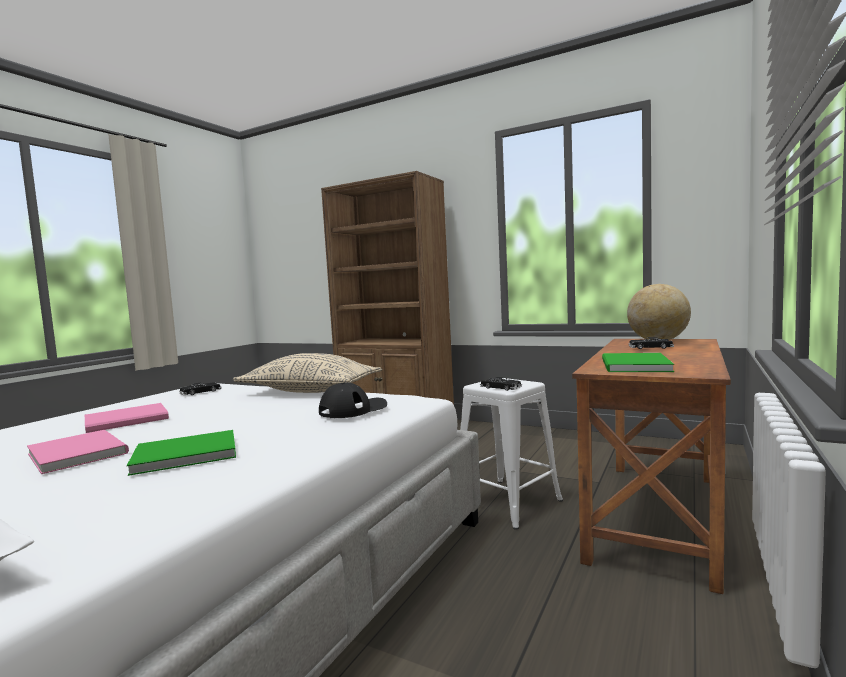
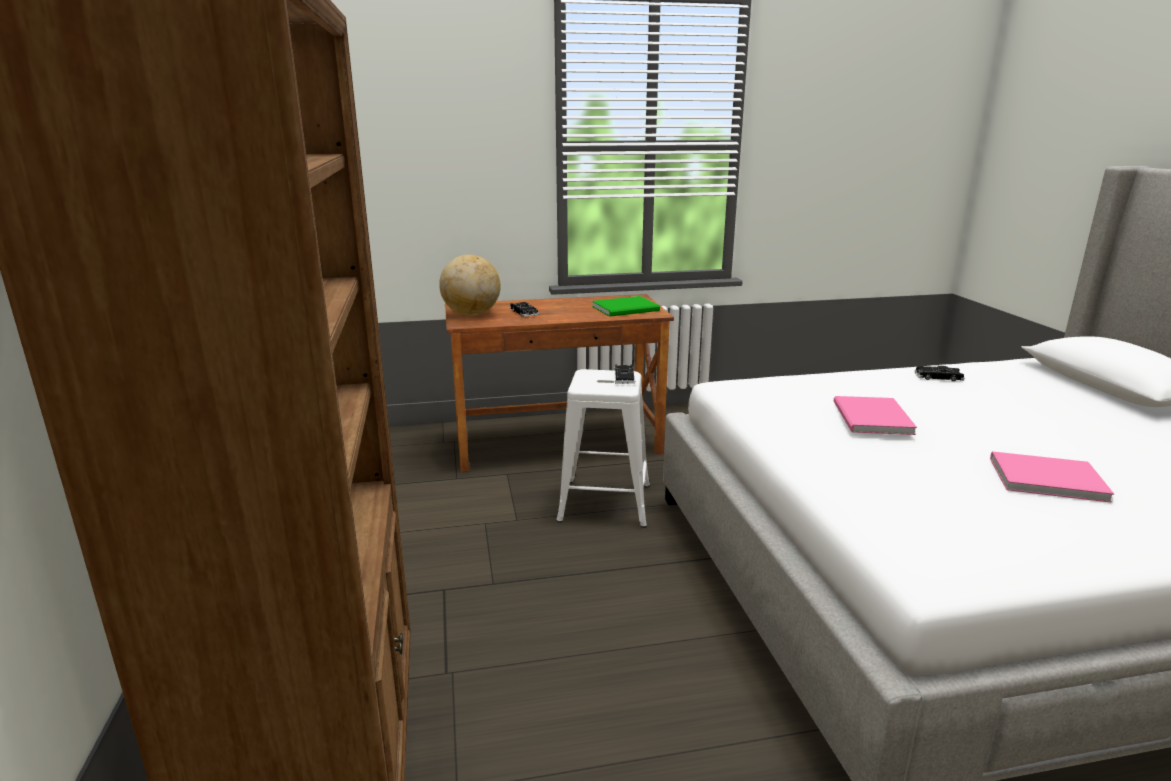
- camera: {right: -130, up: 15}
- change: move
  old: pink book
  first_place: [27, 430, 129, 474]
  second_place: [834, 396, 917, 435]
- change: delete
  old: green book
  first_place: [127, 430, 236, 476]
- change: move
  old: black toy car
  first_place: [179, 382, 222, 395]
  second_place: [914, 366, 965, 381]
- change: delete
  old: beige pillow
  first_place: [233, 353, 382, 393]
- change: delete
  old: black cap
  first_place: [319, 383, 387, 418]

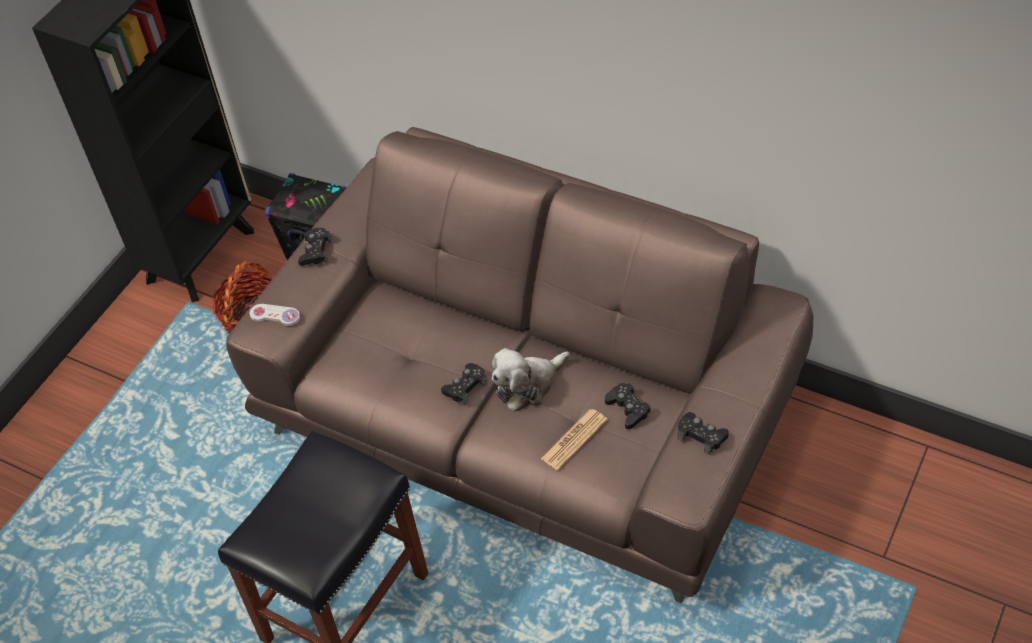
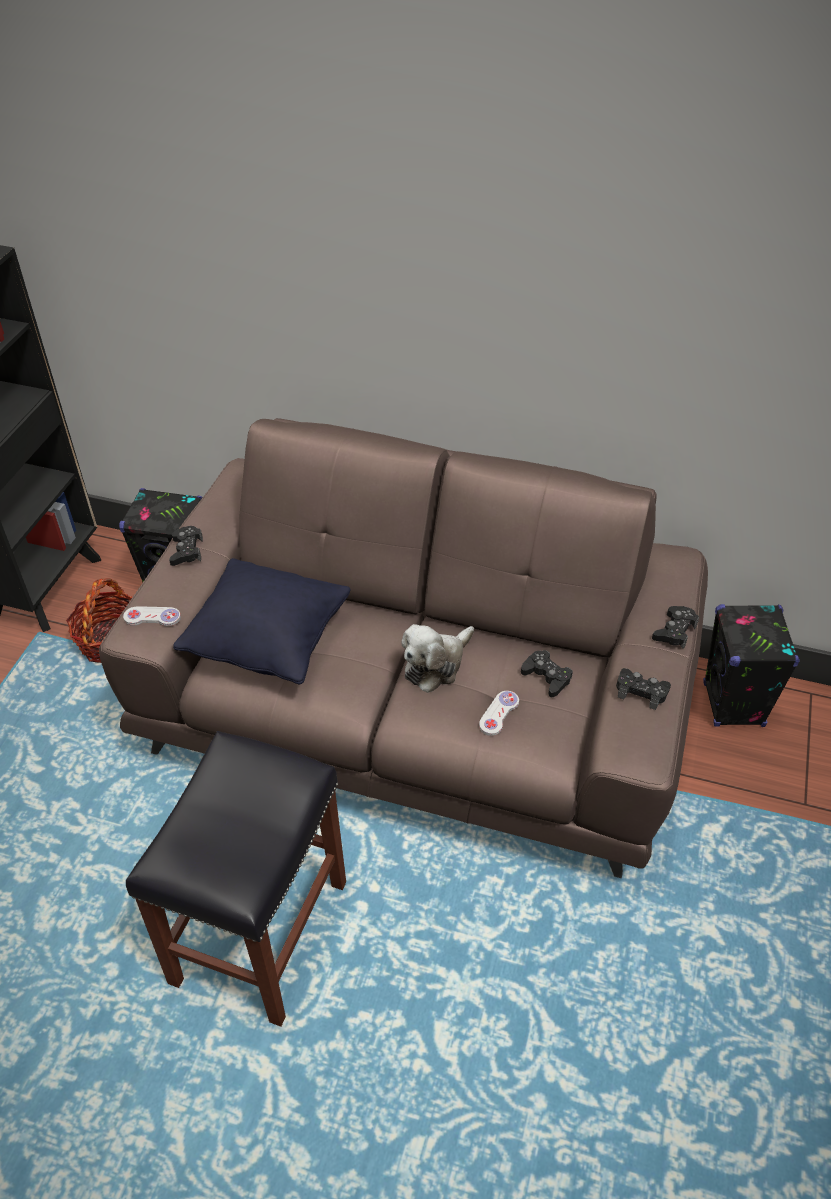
- camera: {right: -15, up: -5}
- change: move
  old: black game controller
  first_place: [441, 363, 488, 405]
  second_place: [652, 606, 699, 649]
- change: replace
  old: newspaper
  new: white game controller
  first_place: [541, 409, 608, 470]
  second_place: [479, 691, 519, 736]
- change: insert
  new: black pillow
  second_place: [173, 558, 351, 684]
- change: insert
  new: black speaker
  second_place: [703, 604, 800, 727]

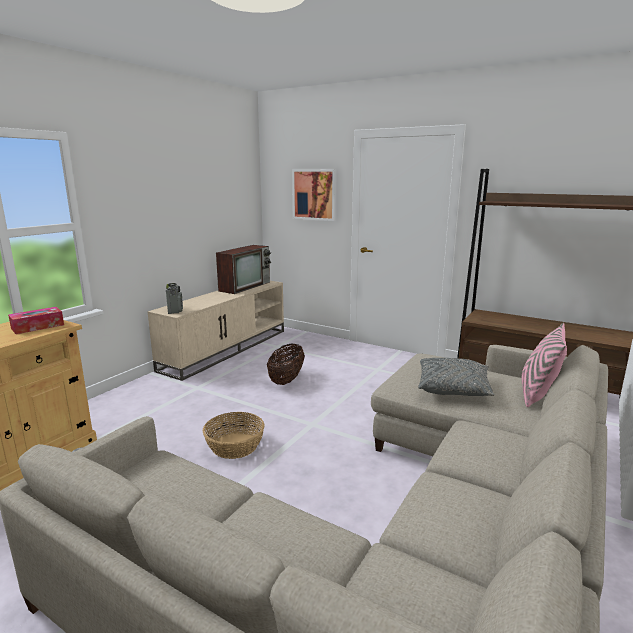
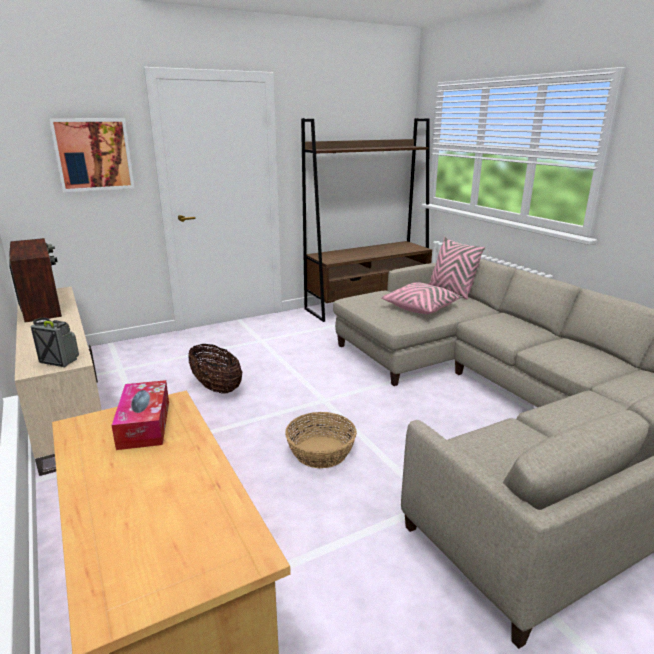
- camera: {right: -60, up: 5}
- change: recolor
  old: grey pillow
  new: pink pillow
  first_place: [418, 358, 495, 396]
  second_place: [381, 282, 463, 314]

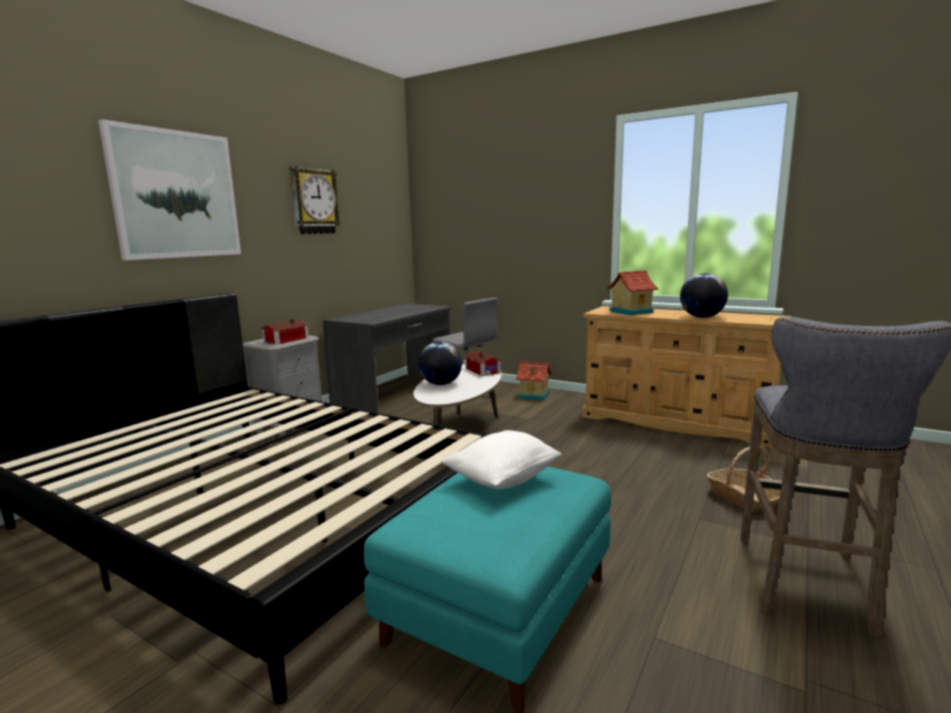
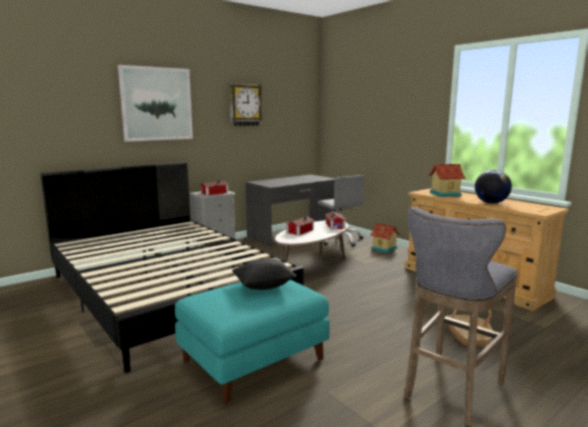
- camera: {right: 20, up: 0}
- change: replace
  old: globe
  new: toy house
  first_place: [418, 342, 462, 385]
  second_place: [286, 217, 315, 235]
- change: recolor
  old: white pillow
  new: black pillow
  first_place: [441, 430, 562, 489]
  second_place: [232, 258, 296, 290]

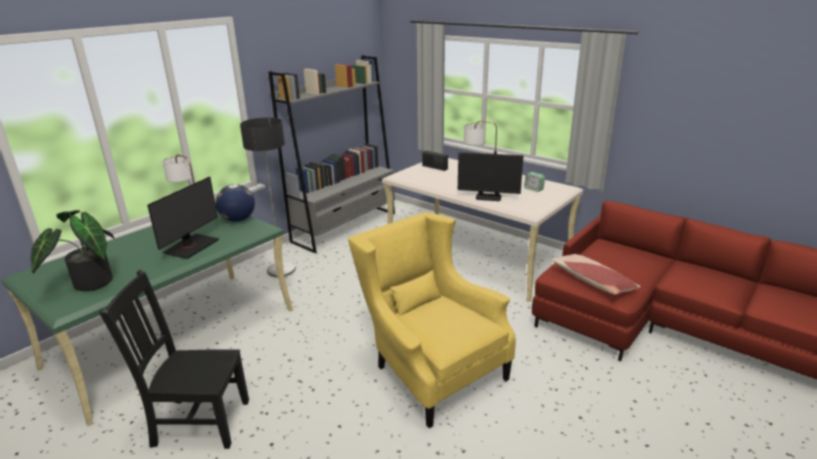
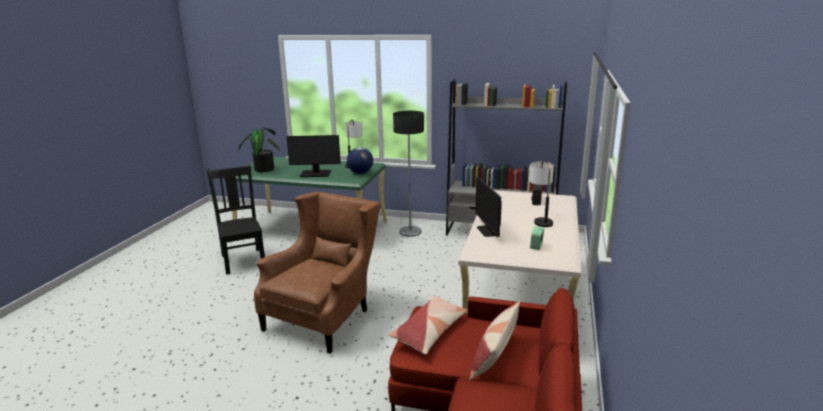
- camera: {right: 65, up: -5}
- change: recolor
  old: yellow armchair
  new: brown armchair
  first_place: [348, 212, 515, 429]
  second_place: [254, 192, 380, 354]
- change: insert
  new: pillow
  second_place: [469, 301, 520, 380]

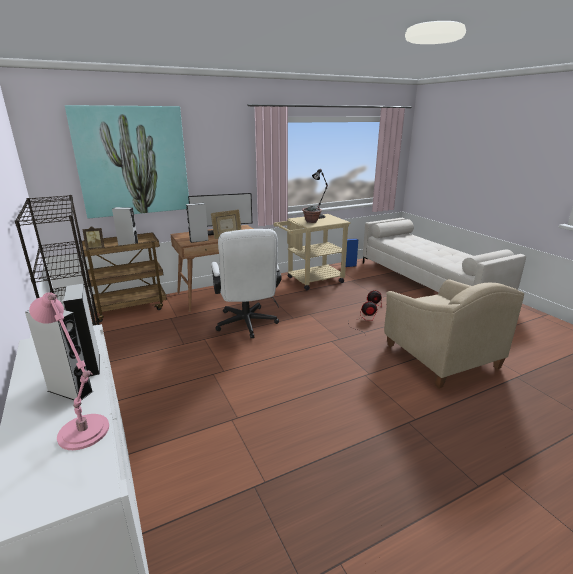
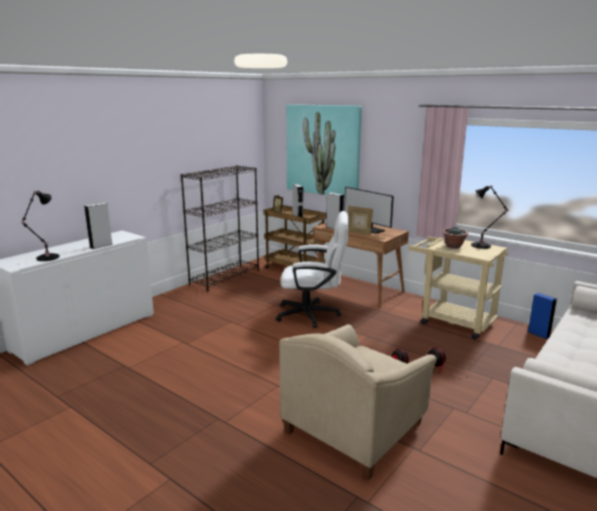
- camera: {right: 65, up: -5}
- change: delete
  old: grey speaker
  first_place: [25, 310, 93, 400]
- change: recolor
  old: pink table lamp
  new: black table lamp
  first_place: [29, 292, 109, 450]
  second_place: [21, 191, 60, 261]
- change: rotate
  old: white office chair
  first_place: [211, 229, 282, 338]
  second_place: [276, 211, 349, 328]
  degrees: -135

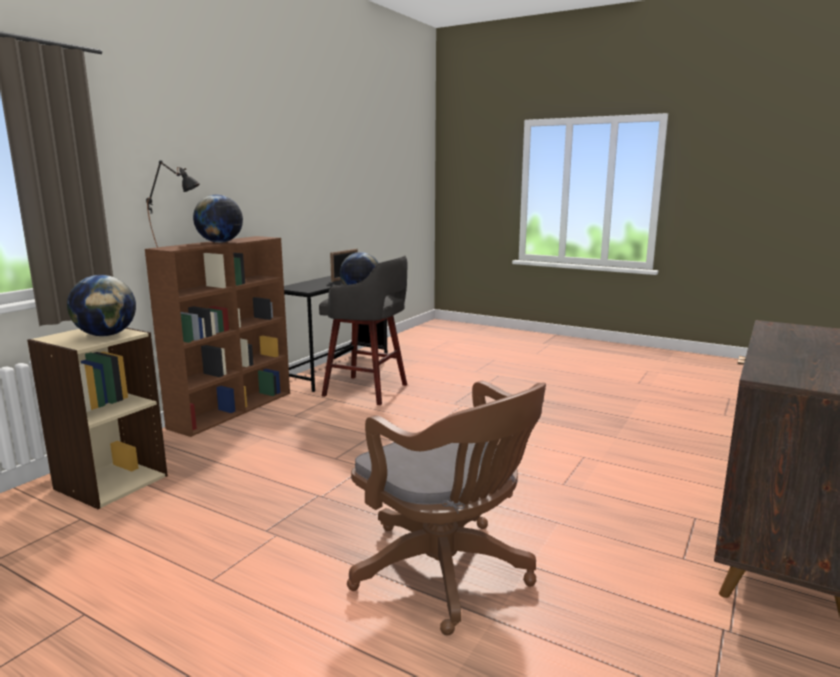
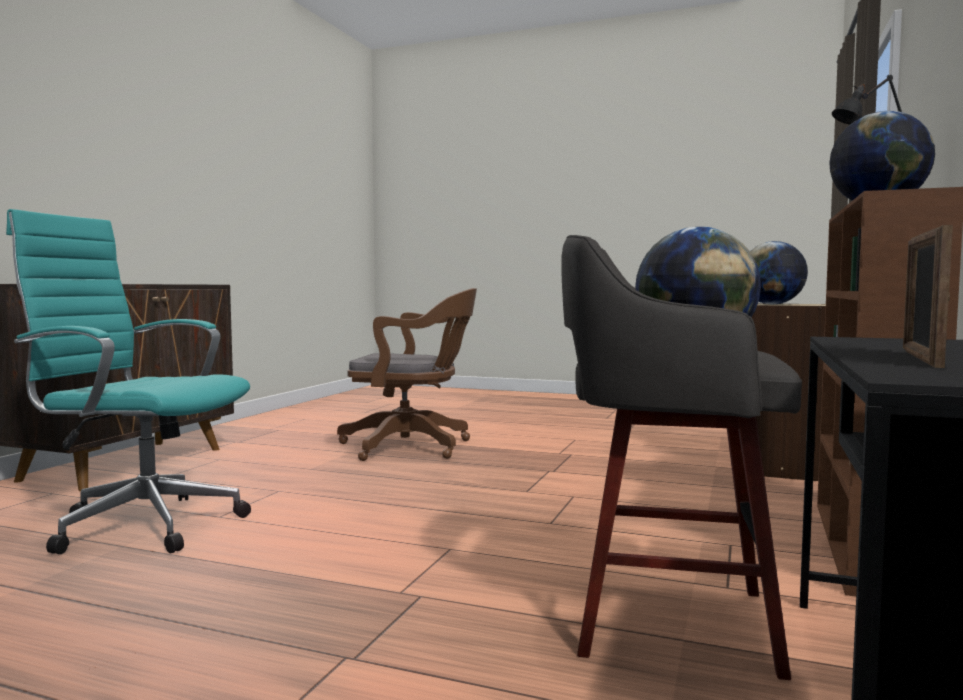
- camera: {right: 170, up: -10}
- change: rotate
  old: brown office chair
  first_place: [347, 381, 546, 635]
  second_place: [337, 288, 477, 461]
  degrees: 150
- change: insert
  new: turquoise office chair
  second_place: [6, 209, 251, 554]

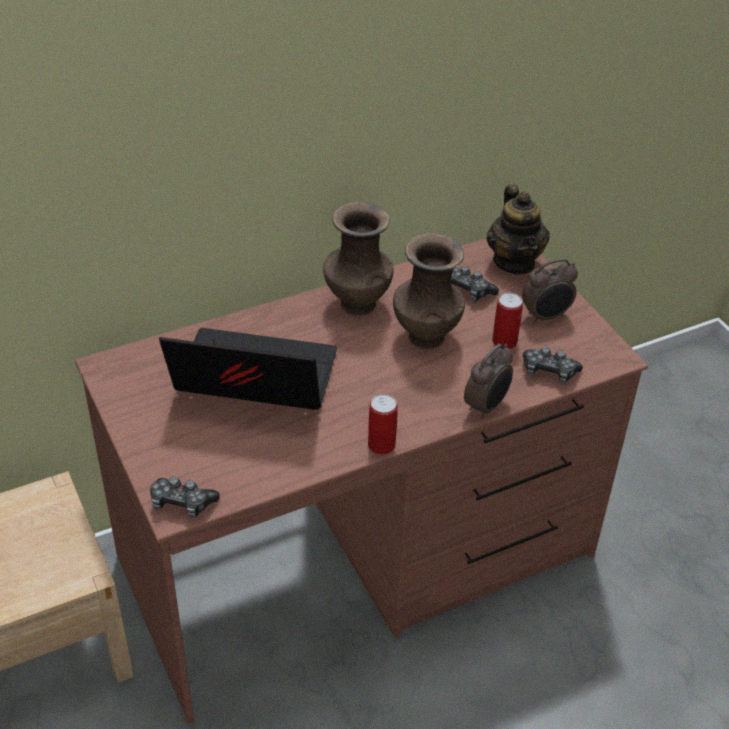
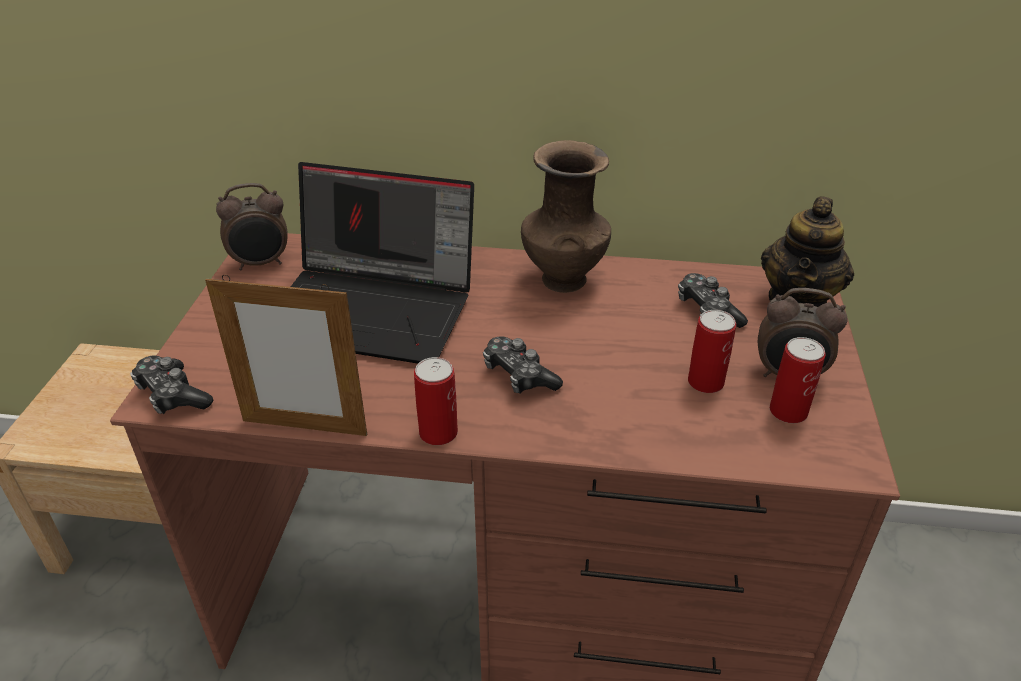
- camera: {right: 35, up: -5}
- change: rotate
  old: laptop
  first_place: [159, 328, 337, 410]
  second_place: [291, 162, 474, 363]
  degrees: 150
- change: delete
  old: brown vase
  first_place: [393, 233, 465, 349]
- change: move
  old: alarm clock
  first_place: [464, 344, 513, 419]
  second_place: [216, 183, 287, 270]
- change: move
  old: game controller
  first_place: [523, 346, 583, 383]
  second_place: [483, 336, 563, 394]
- change: insert
  new: picture frame
  second_place: [205, 275, 367, 436]
- change: insert
  new: can
  second_place: [770, 337, 826, 423]

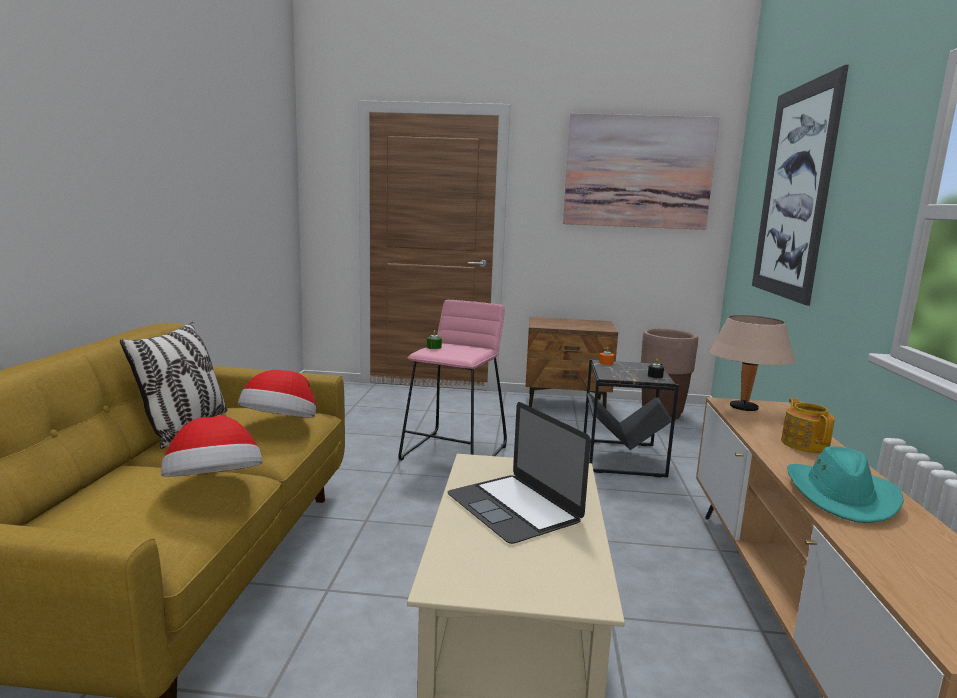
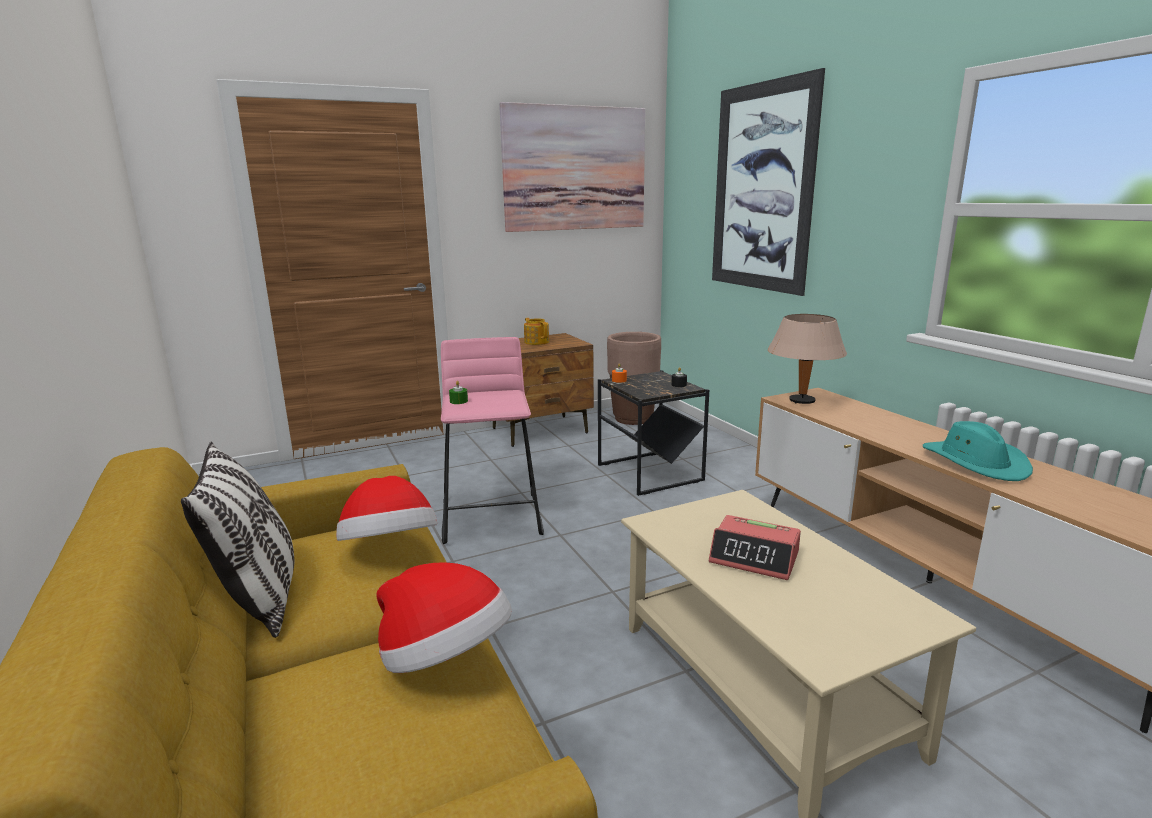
- camera: {right: -30, up: 5}
- change: replace
  old: laptop
  new: alarm clock
  first_place: [447, 402, 591, 544]
  second_place: [709, 515, 801, 580]
- change: move
  old: teapot
  first_place: [781, 398, 835, 453]
  second_place: [524, 318, 549, 345]

